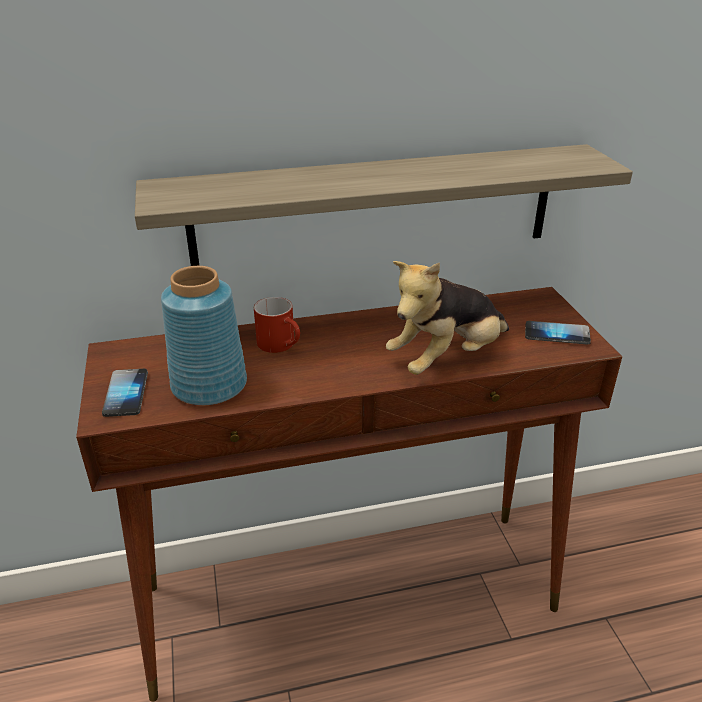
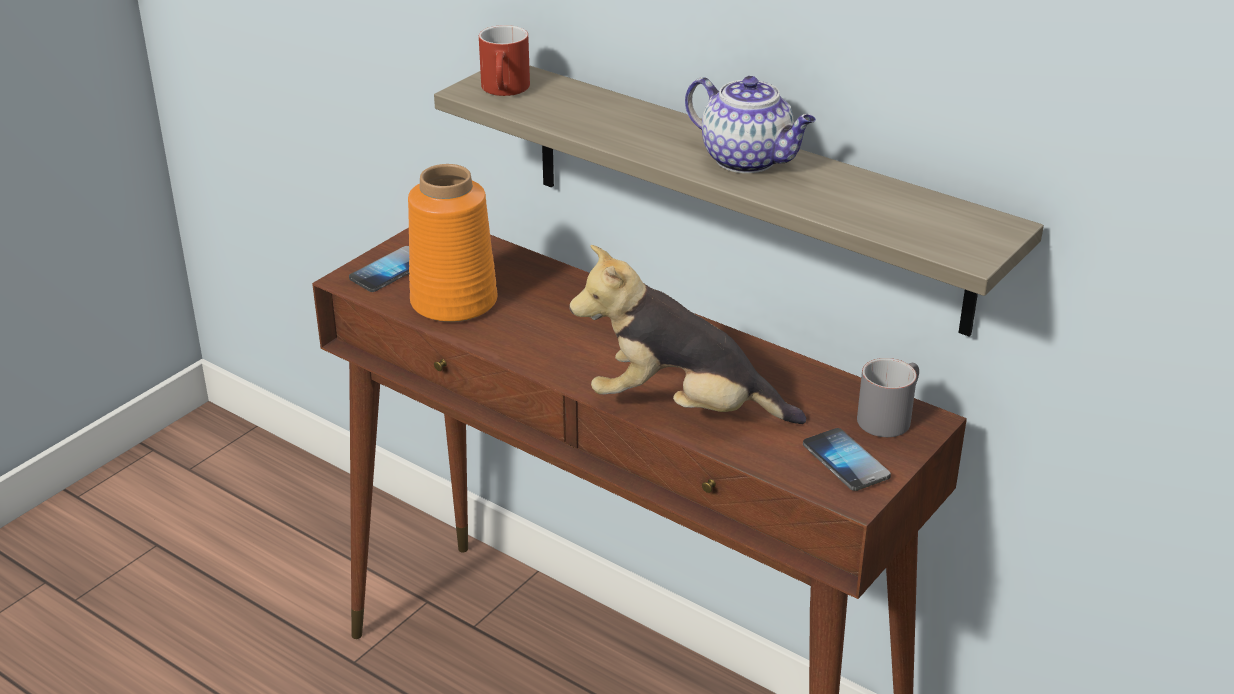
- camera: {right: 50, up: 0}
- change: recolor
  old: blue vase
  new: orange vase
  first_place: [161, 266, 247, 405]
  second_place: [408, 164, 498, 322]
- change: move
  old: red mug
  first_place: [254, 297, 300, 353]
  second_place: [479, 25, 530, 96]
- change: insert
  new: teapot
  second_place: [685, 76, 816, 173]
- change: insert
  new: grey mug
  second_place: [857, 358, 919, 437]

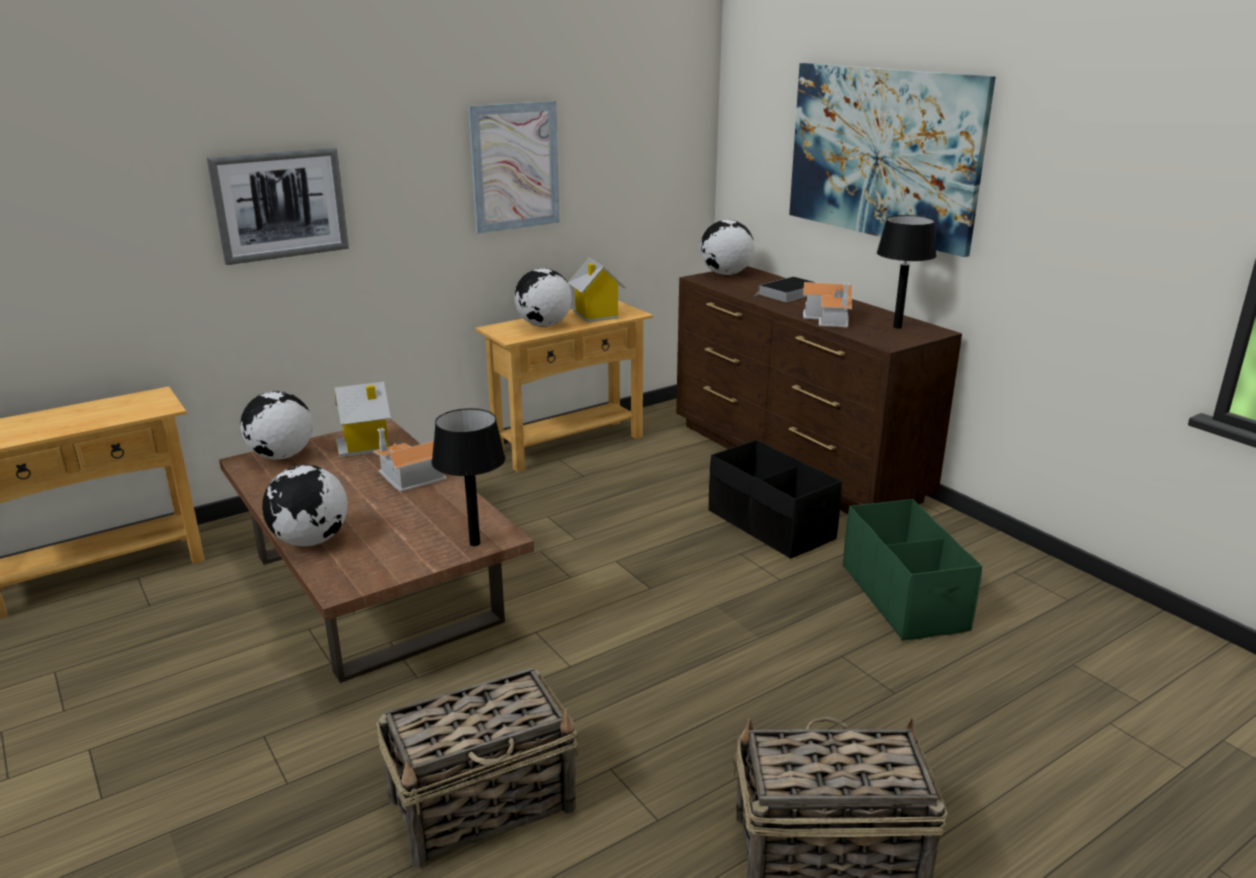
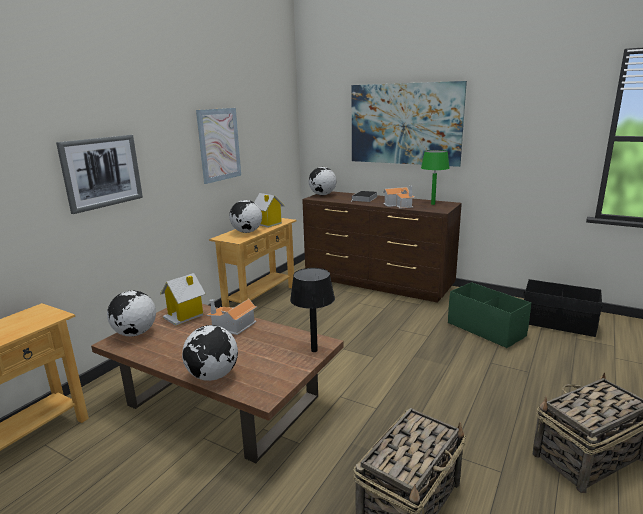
- camera: {right: -25, up: -5}
- change: move
  old: black storage box
  first_place: [709, 440, 842, 559]
  second_place: [523, 279, 603, 337]
- change: recolor
  old: black table lamp
  new: green table lamp
  first_place: [877, 215, 936, 329]
  second_place: [421, 150, 450, 205]

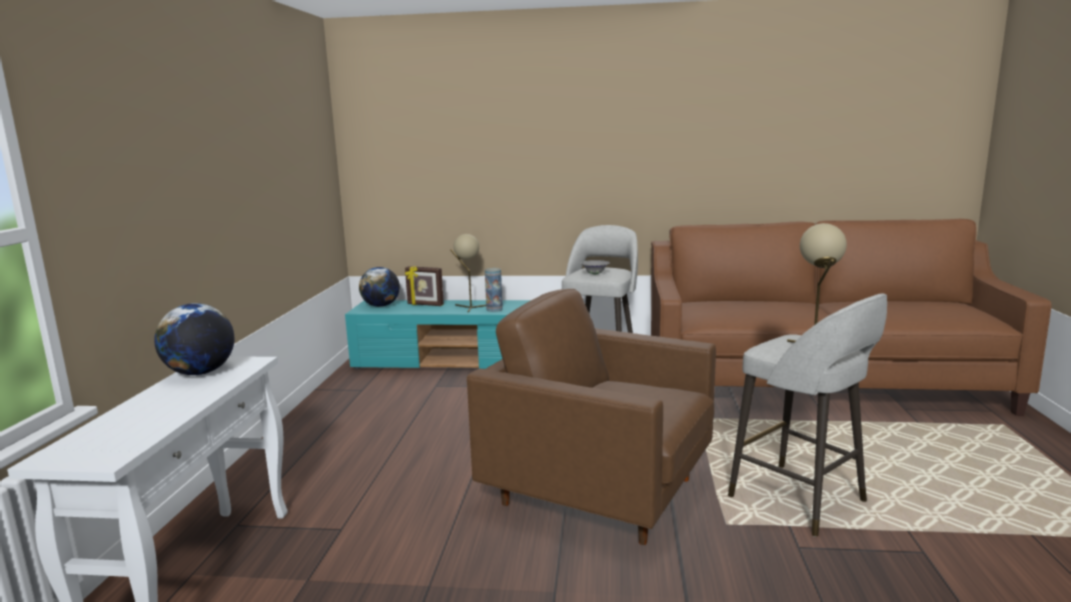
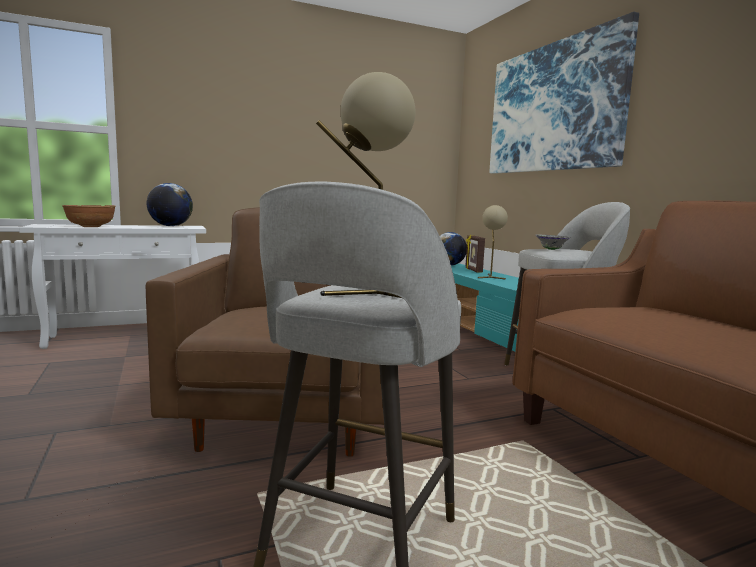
- camera: {right: 60, up: -5}
- change: delete
  old: vase
  first_place: [485, 268, 503, 312]
- change: insert
  new: brown bowl
  second_place: [62, 205, 116, 227]
- change: insert
  new: picture
  second_place: [489, 12, 639, 174]

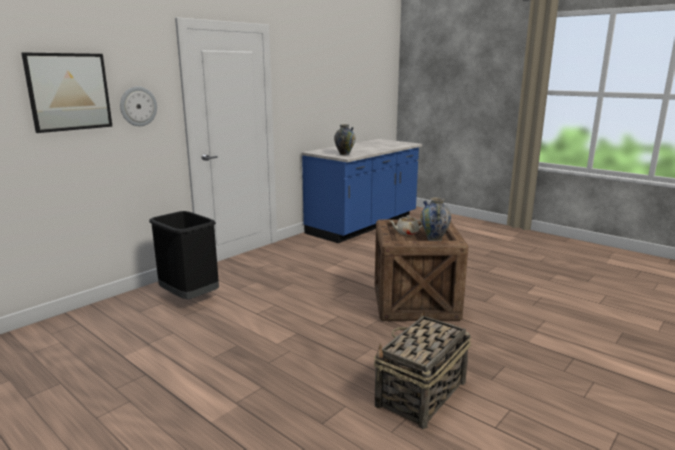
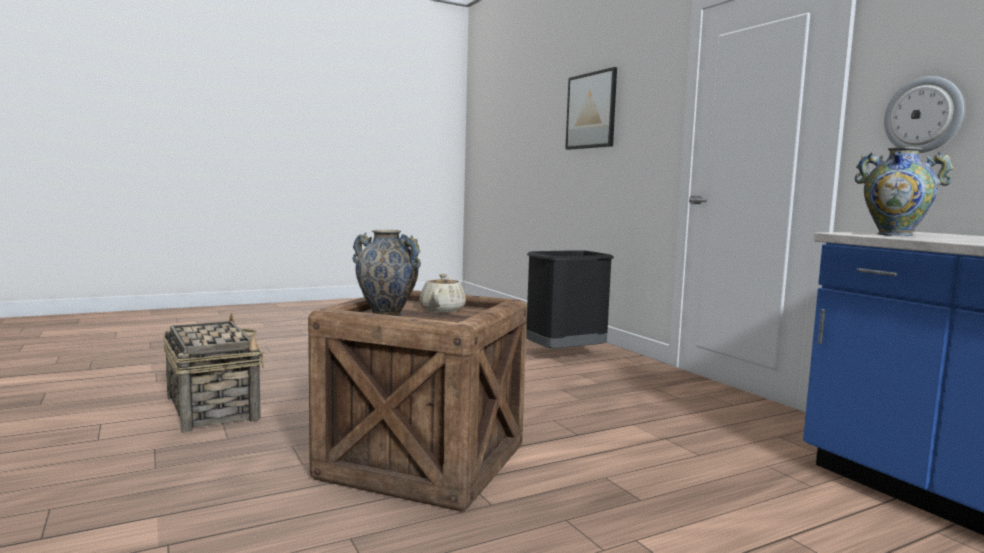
- camera: {right: 110, up: -10}
- change: move
  old: wall clock
  first_place: [120, 86, 157, 126]
  second_place: [884, 76, 964, 153]

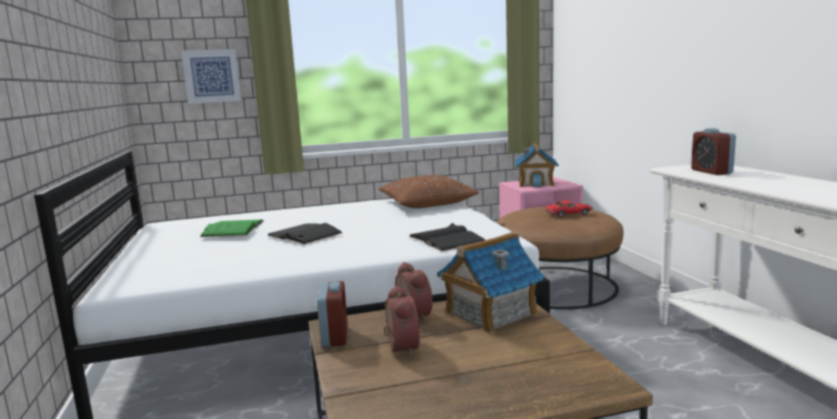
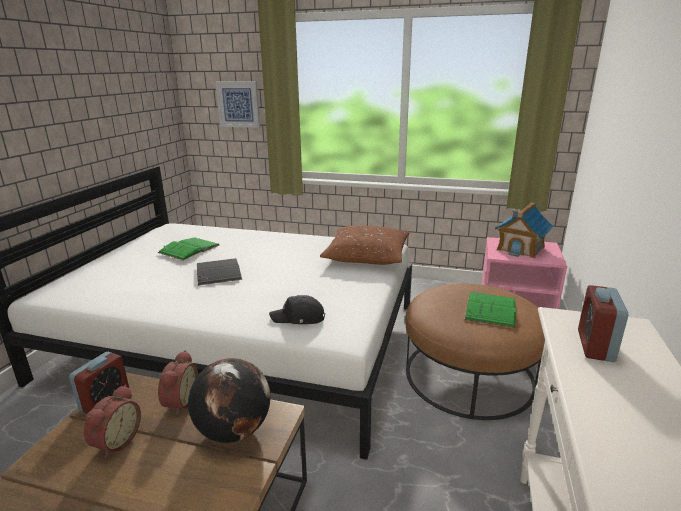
- camera: {right: 30, up: 10}
- change: replace
  old: black book
  new: black cap
  first_place: [409, 223, 485, 251]
  second_place: [269, 295, 325, 324]
- change: replace
  old: toy house
  new: globe
  first_place: [437, 232, 544, 334]
  second_place: [188, 358, 270, 443]
- change: replace
  old: toy car
  new: green book
  first_place: [545, 200, 593, 217]
  second_place: [464, 292, 516, 328]

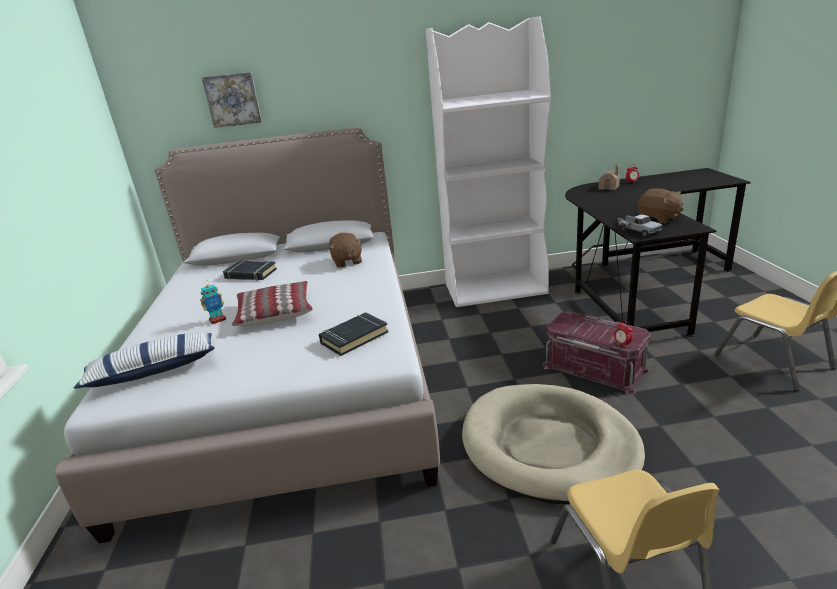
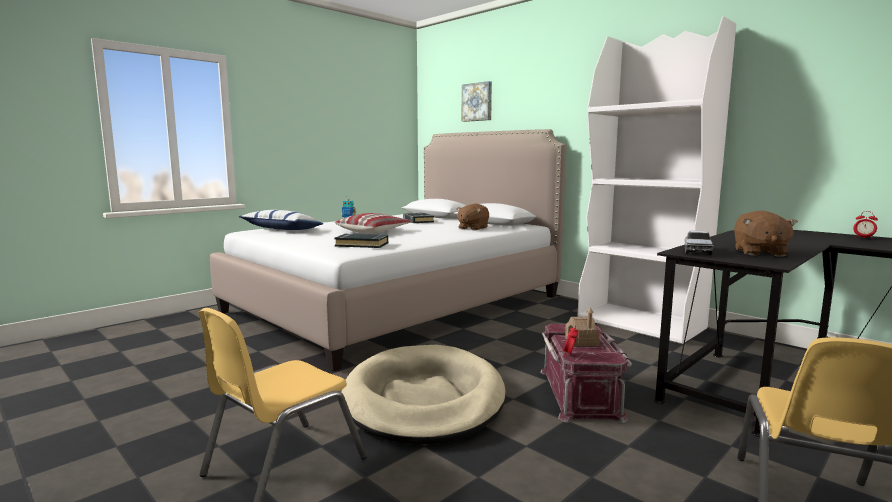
- camera: {right: 50, up: -15}
- change: move
  old: toy house
  first_place: [598, 163, 620, 190]
  second_place: [565, 308, 600, 347]

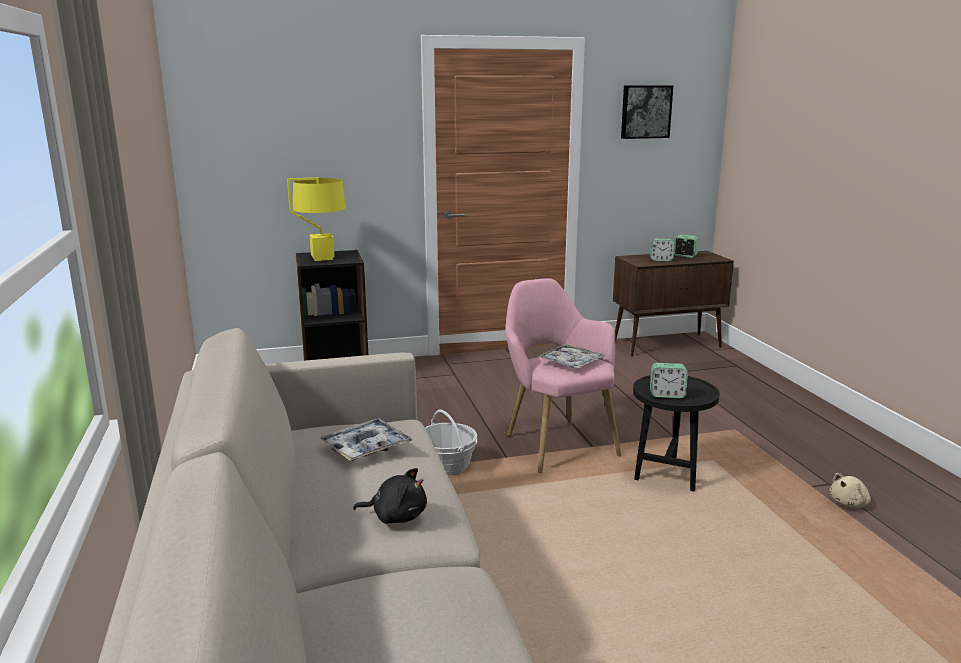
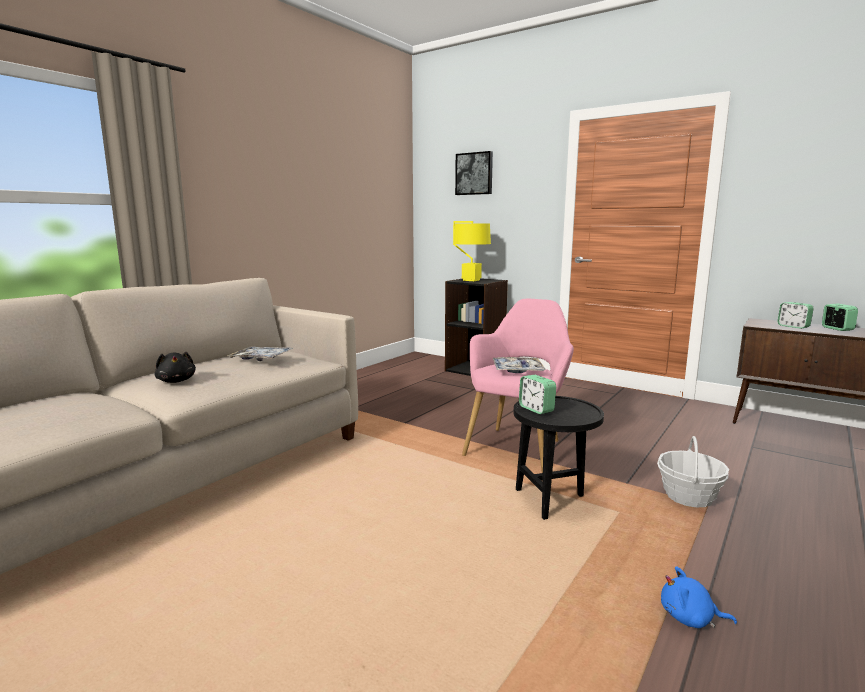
- camera: {right: 50, up: -5}
- change: move
  old: basket
  first_place: [425, 409, 478, 476]
  second_place: [657, 436, 729, 507]
- change: move
  old: picture
  first_place: [621, 85, 673, 139]
  second_place: [455, 151, 493, 195]
- change: recolor
  old: beige plush toy
  new: blue plush toy
  first_place: [830, 473, 871, 508]
  second_place: [661, 566, 737, 628]

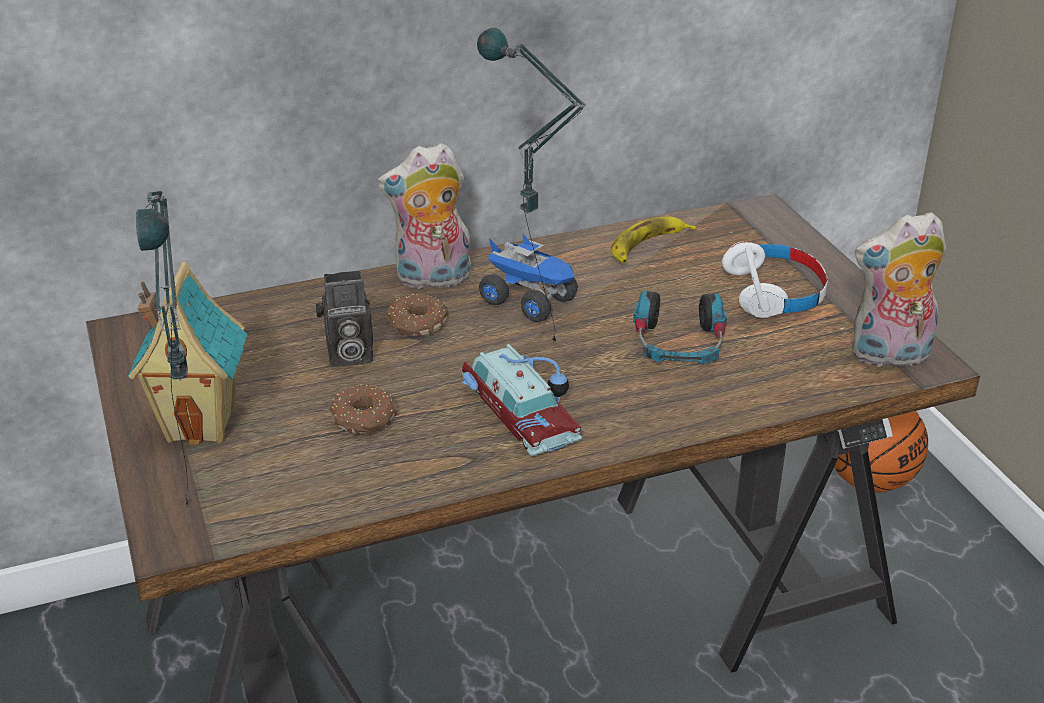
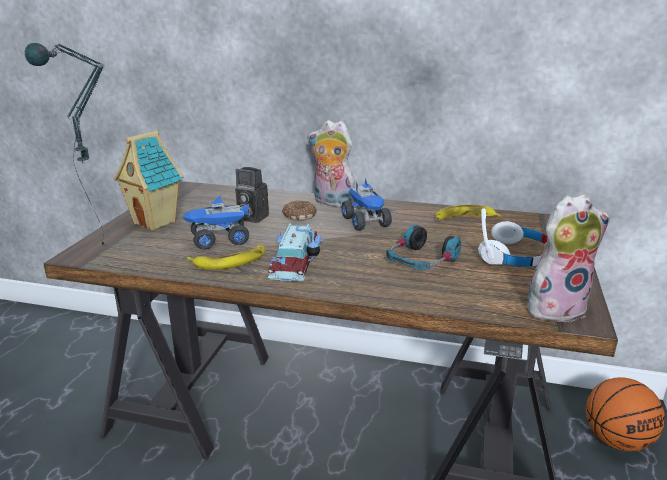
- camera: {right: 35, up: -10}
- change: replace
  old: donut
  new: toy truck
  first_place: [330, 385, 397, 434]
  second_place: [182, 195, 250, 250]
- change: delete
  old: table lamp
  first_place: [477, 27, 586, 344]
- change: rotate
  old: plush toy
  first_place: [852, 212, 947, 367]
  second_place: [527, 194, 610, 325]
  degrees: 135
- change: insert
  new: banana
  second_place: [187, 244, 265, 270]

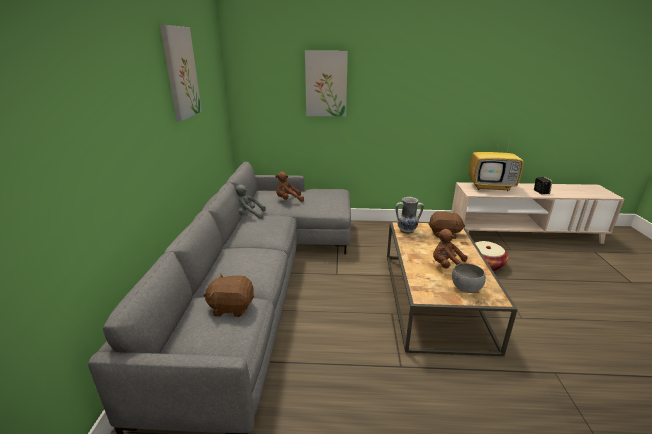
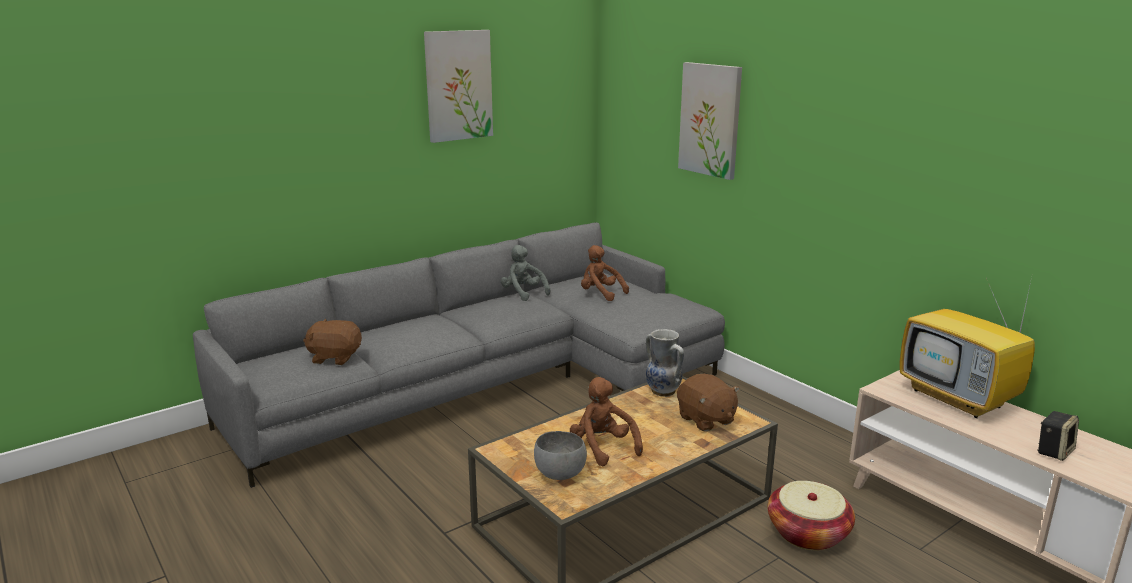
- camera: {right: 50, up: -5}
- change: rotate
  old: brown plush toy
  first_place: [203, 274, 254, 317]
  second_place: [303, 318, 362, 365]
  degrees: -45

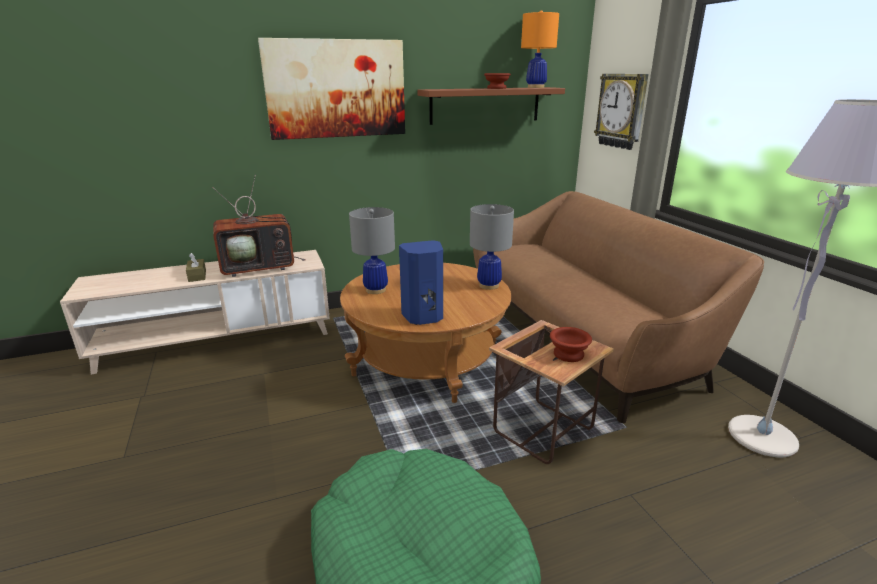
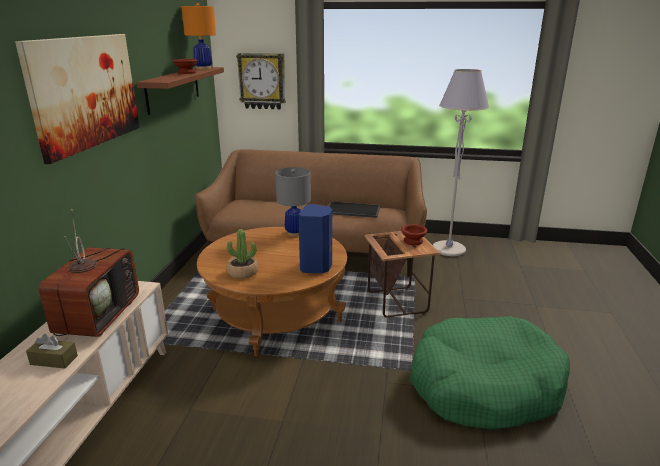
- camera: {right: -60, up: 0}
- change: replace
  old: grey table lamp
  new: potted plant
  first_place: [349, 207, 395, 294]
  second_place: [227, 229, 258, 279]
- change: insert
  new: tray
  second_place: [328, 201, 381, 218]

